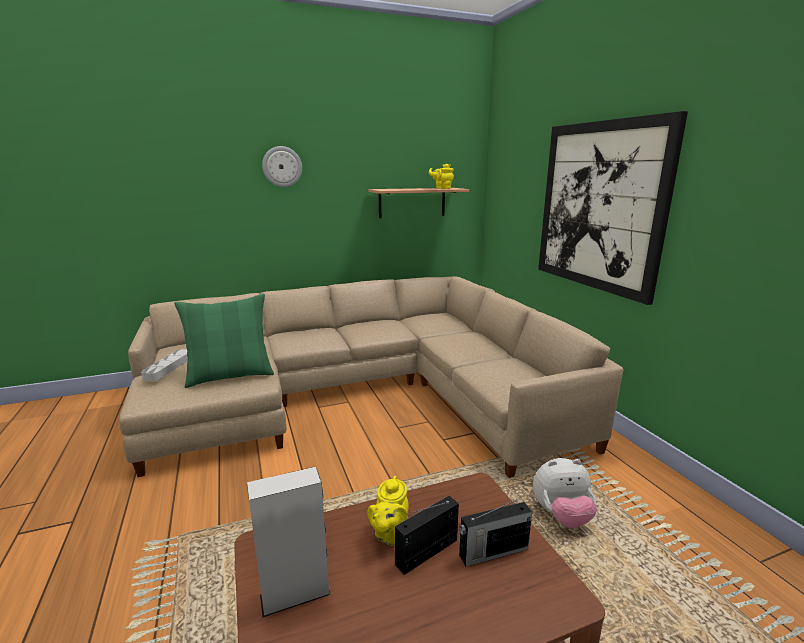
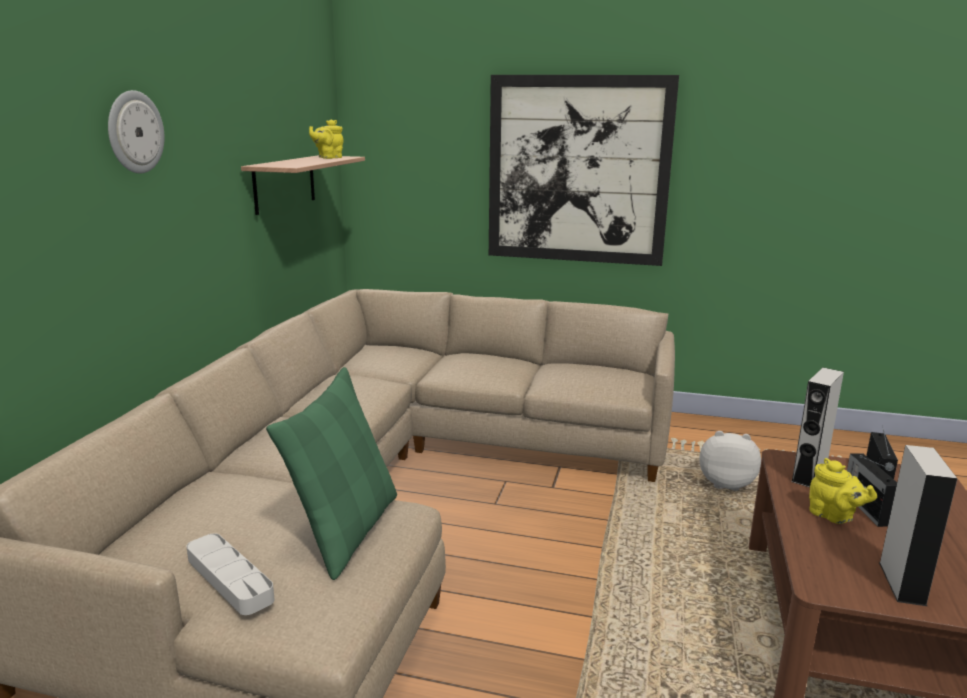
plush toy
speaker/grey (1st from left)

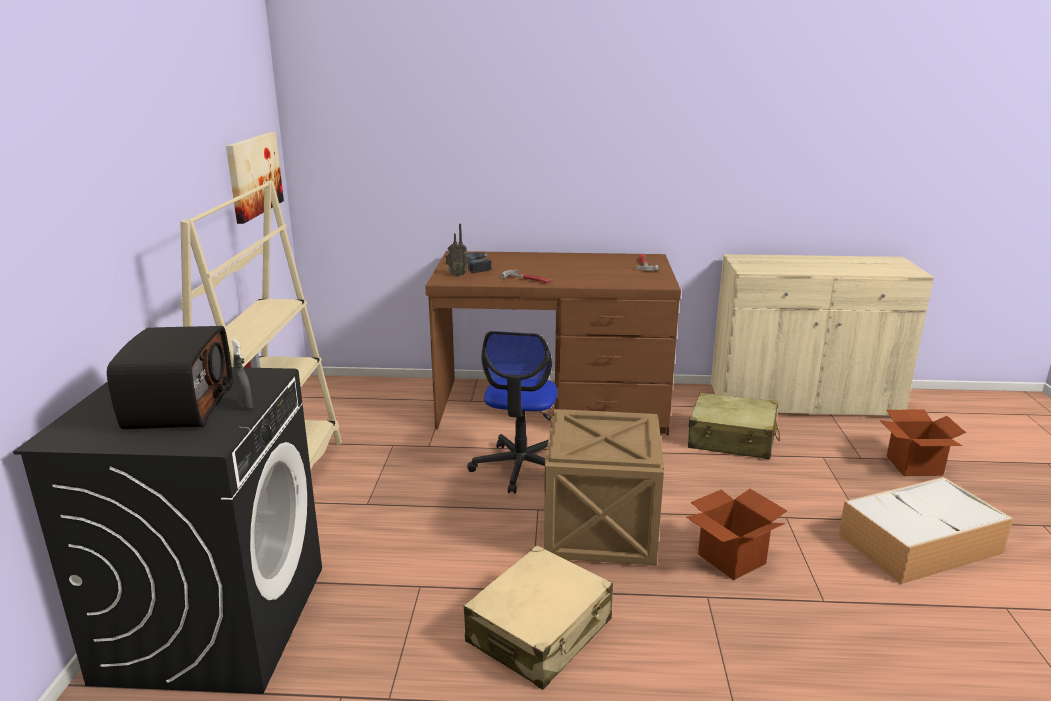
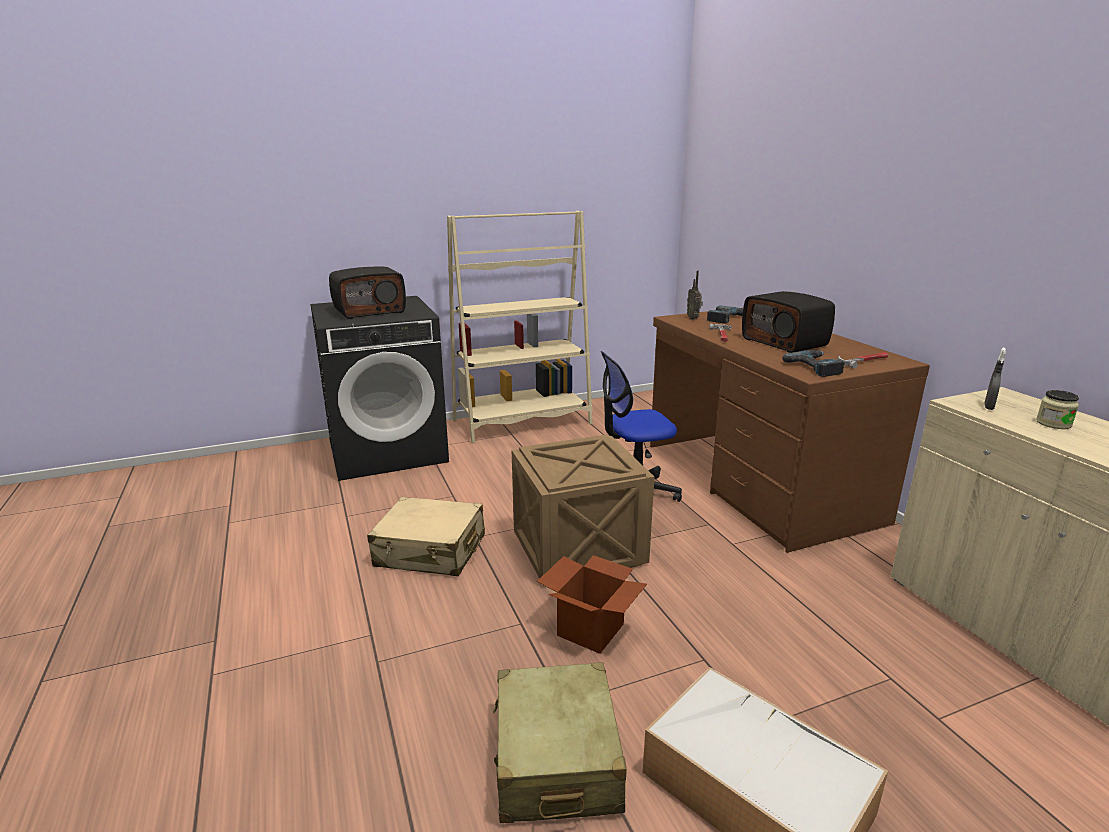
picture
spray bottle/grey
suitcase/beige (2nd from left)
cardboard box (2nd from left in the first image)
radio (3rd from left)
power drill (2nd from left)
jar

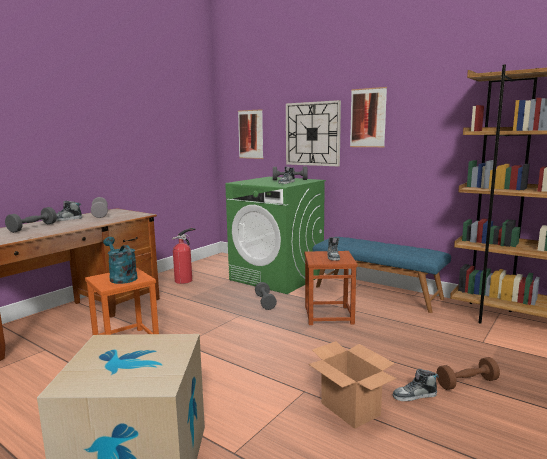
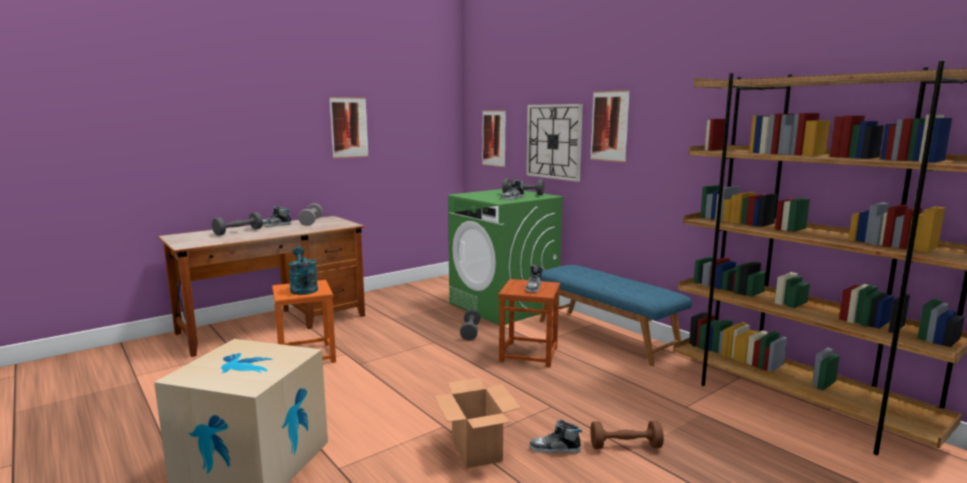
fire extinguisher
picture (1st from left)

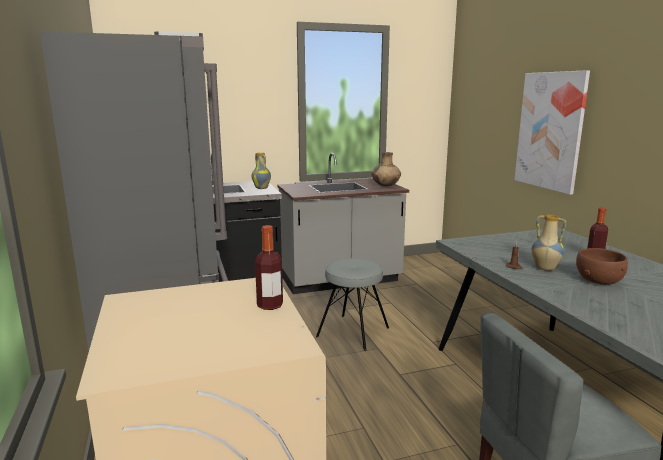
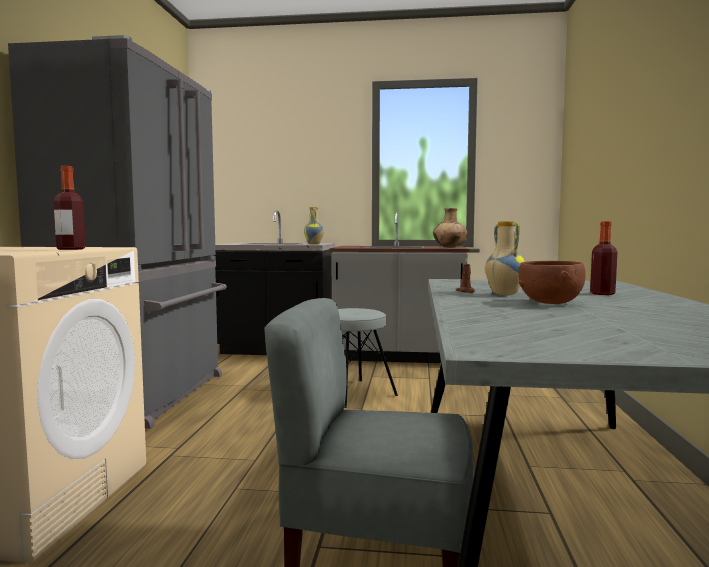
picture

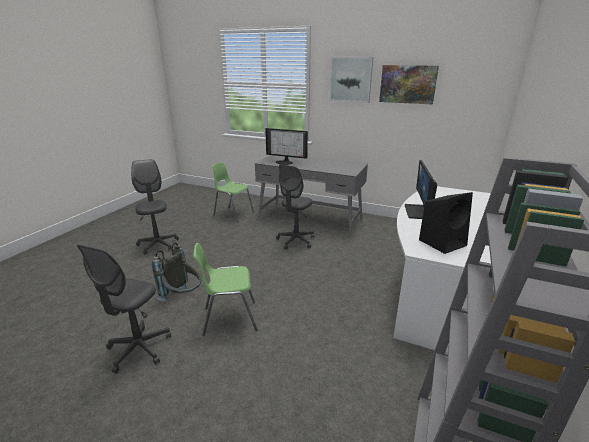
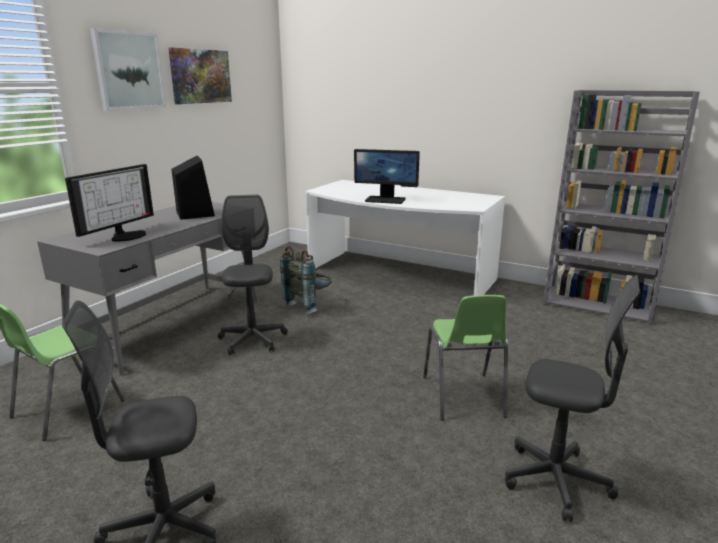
office chair/grey (2nd from left)
speaker/black
backpack/grey

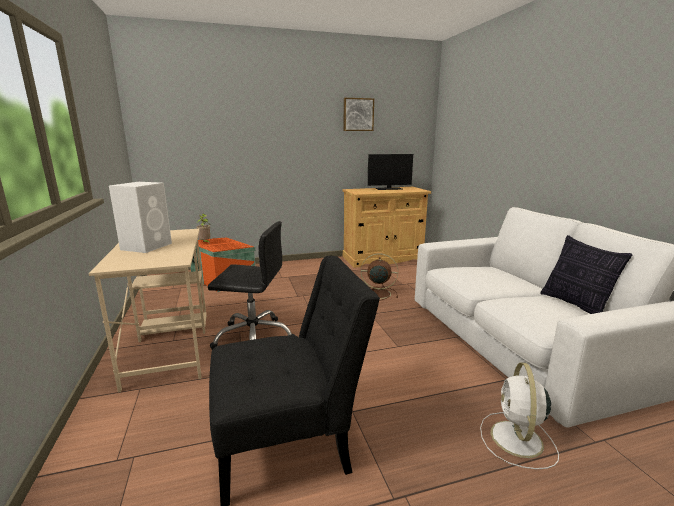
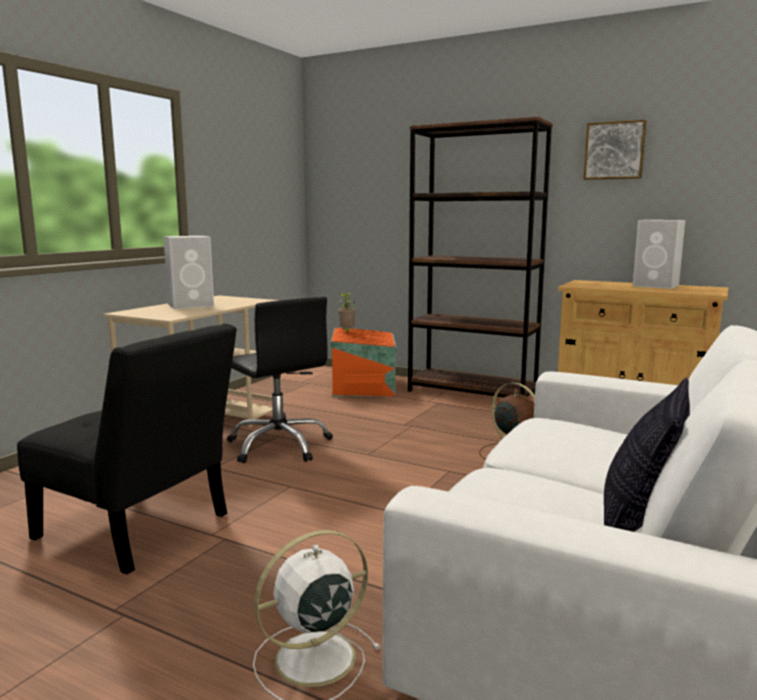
speaker/white (2nd from left)
bookcase/brown

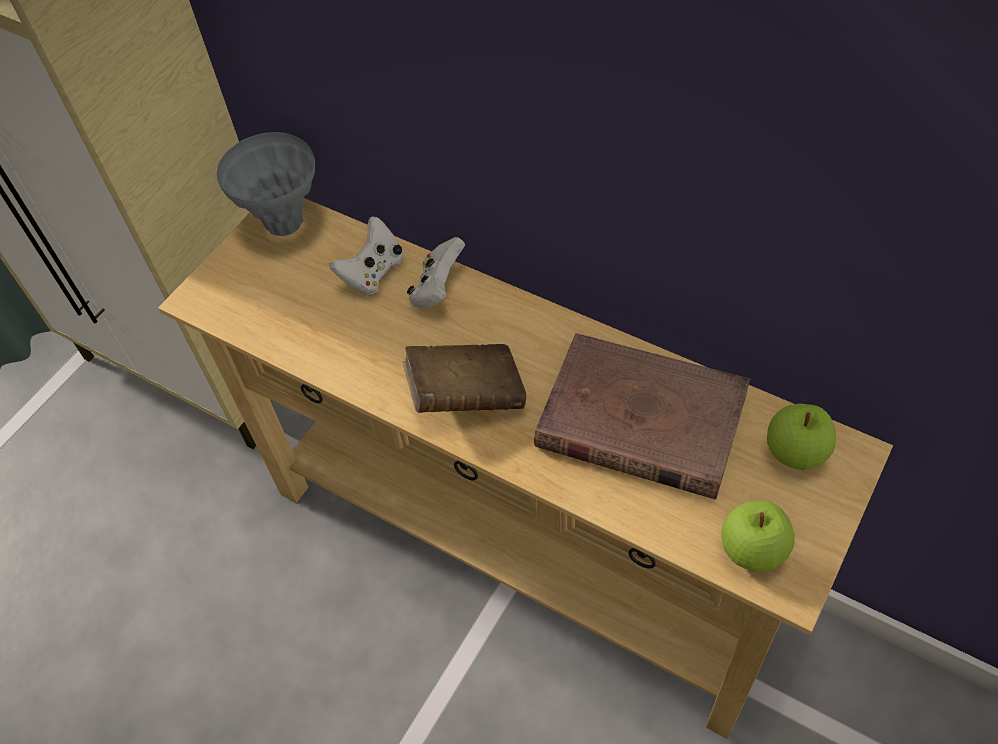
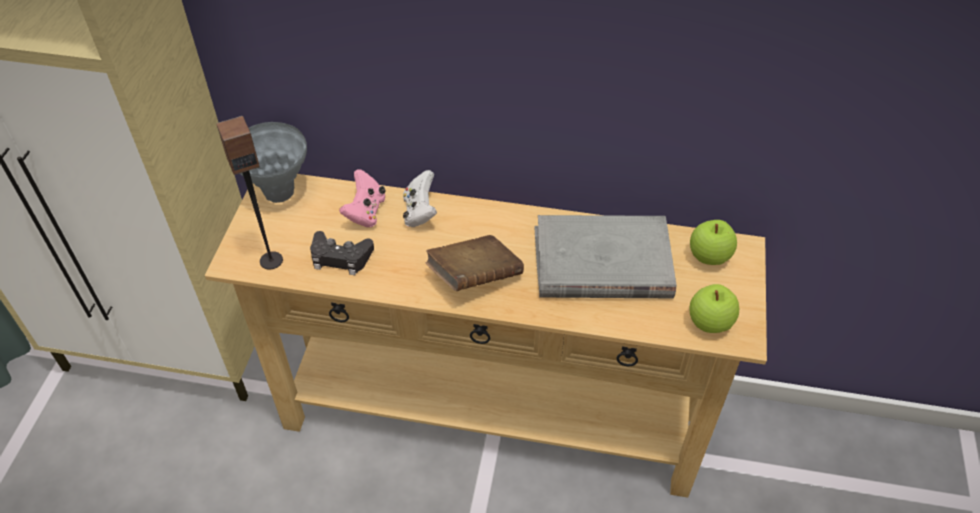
game controller/pink
book/grey
speaker
game controller/black

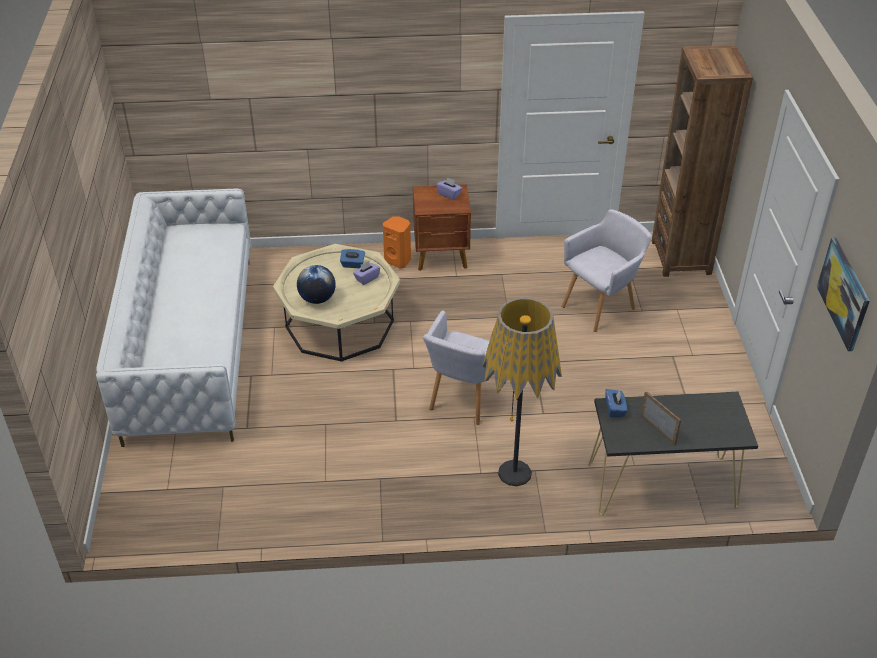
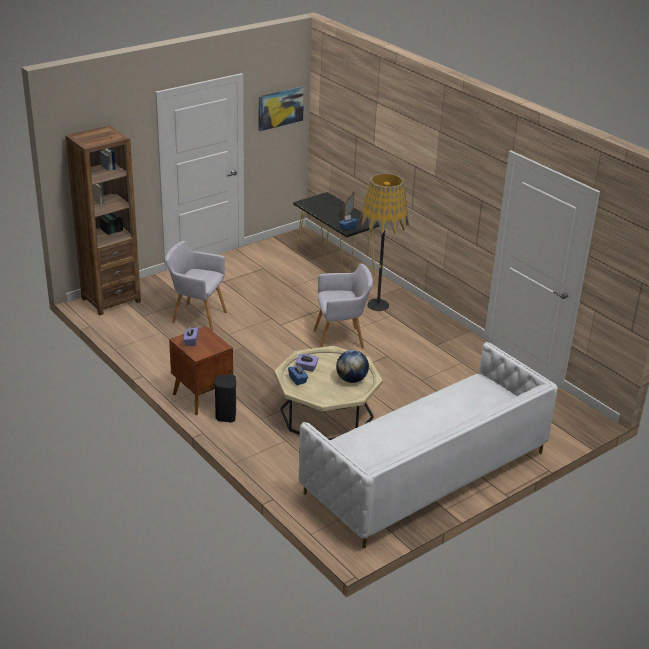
speaker/black

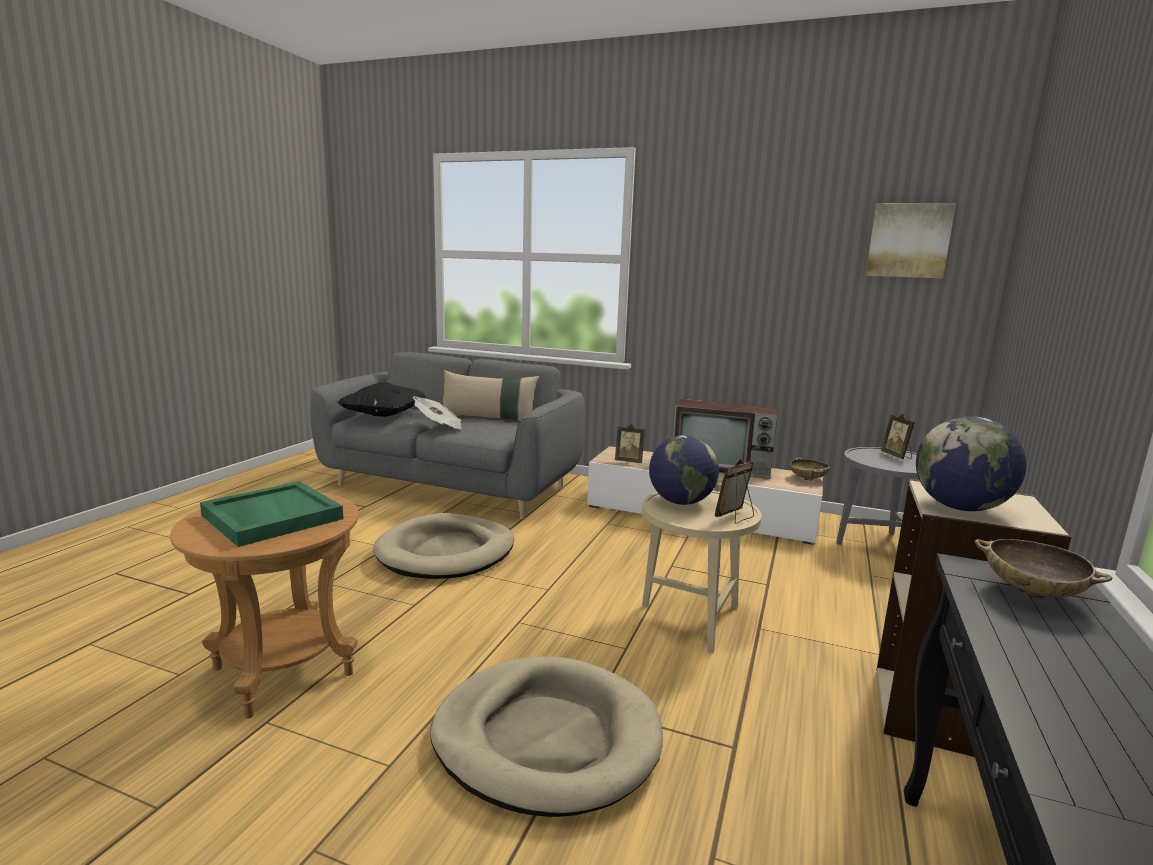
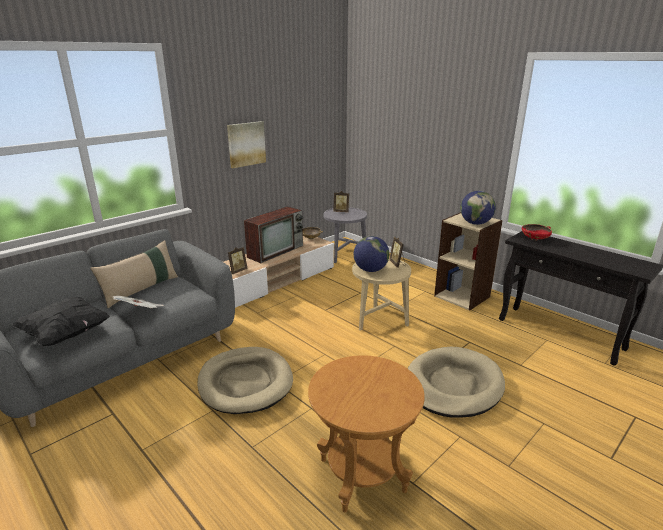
picture
tray/green
bowl/red

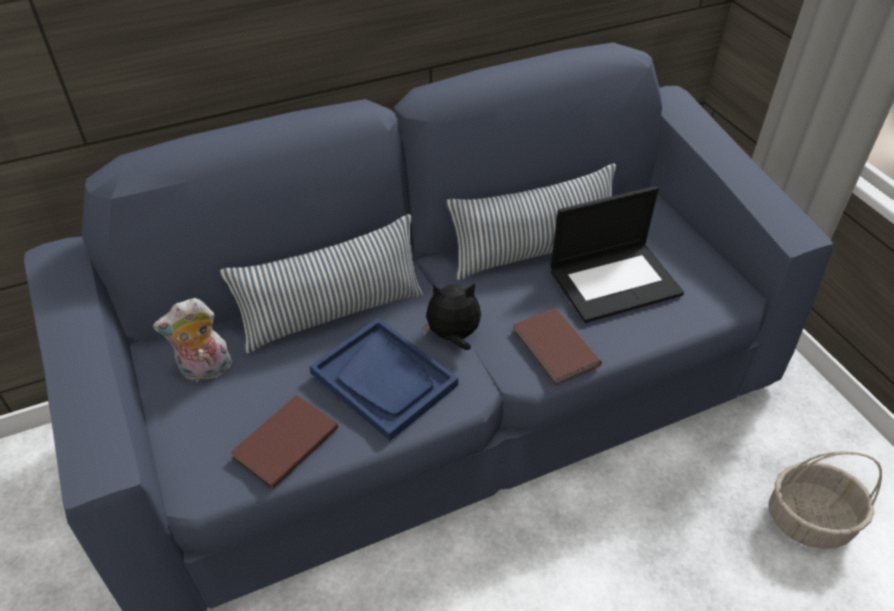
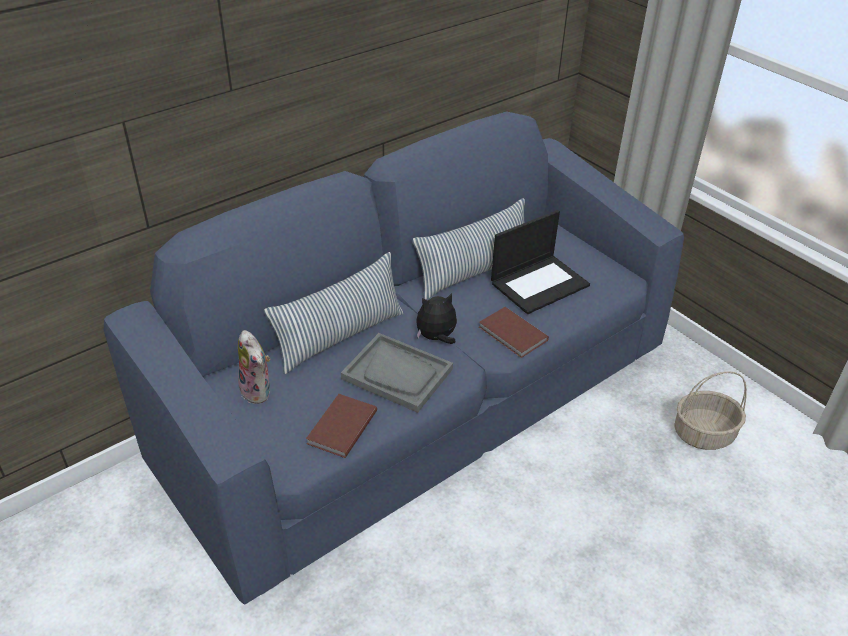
plush toy (1st from left)
tray/grey

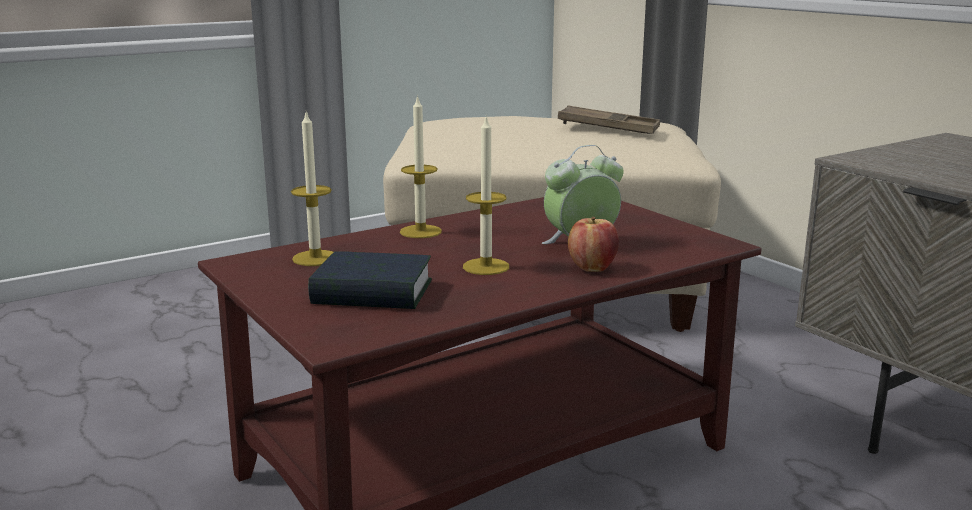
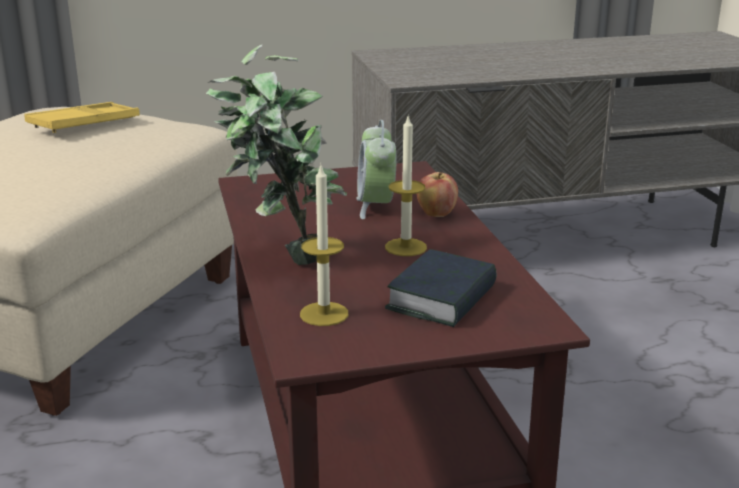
potted plant
tray/yellow

